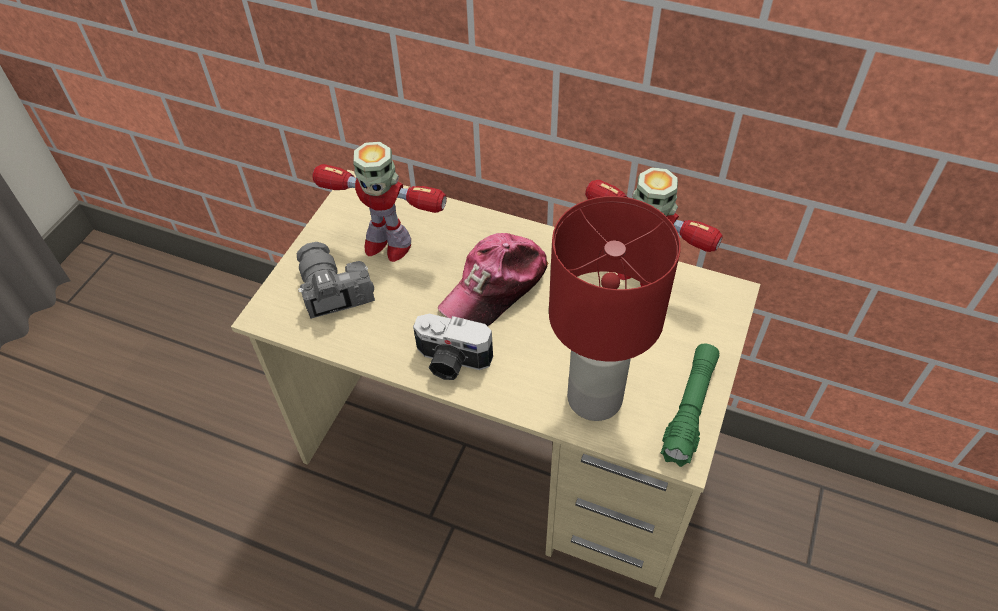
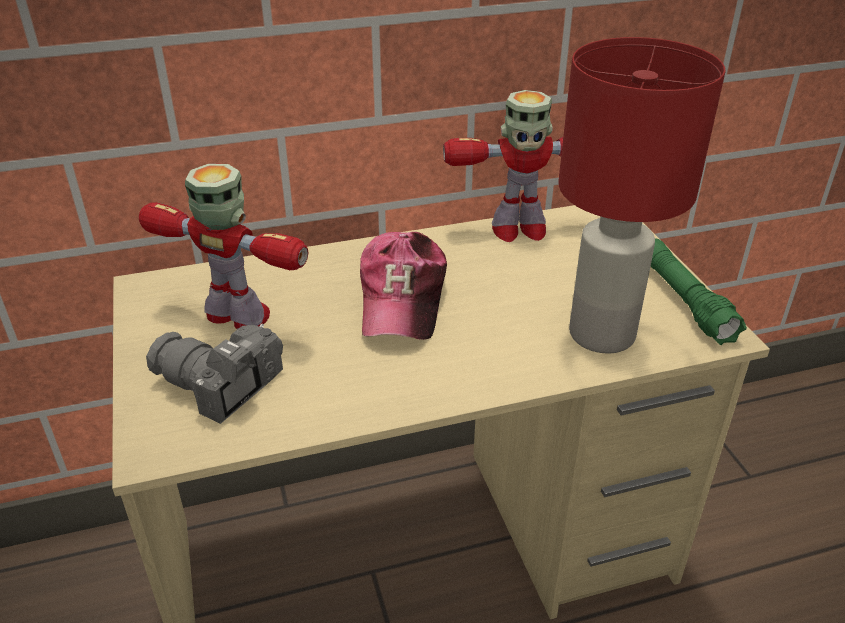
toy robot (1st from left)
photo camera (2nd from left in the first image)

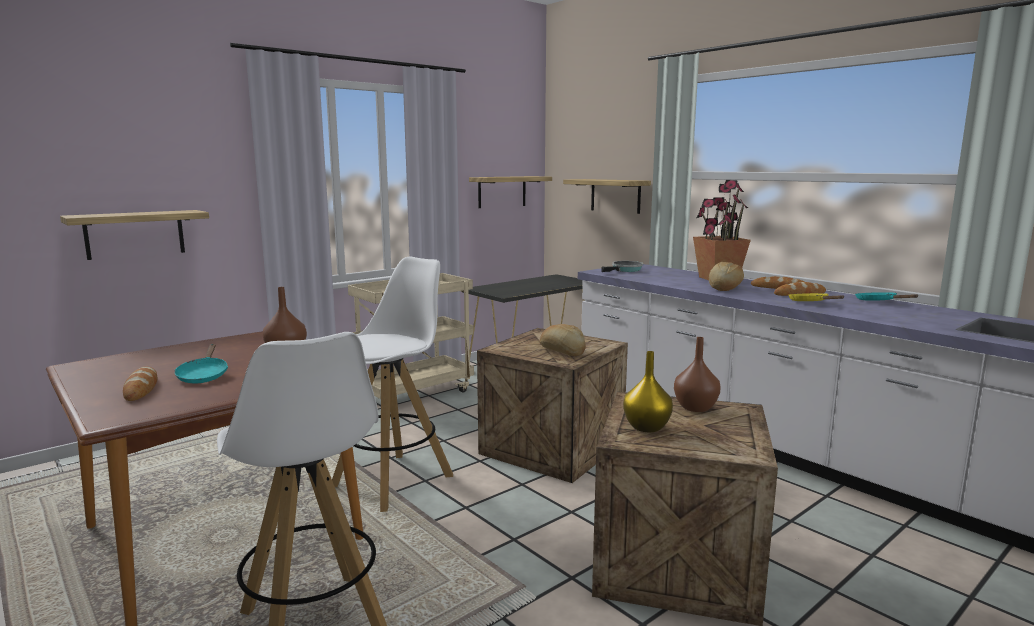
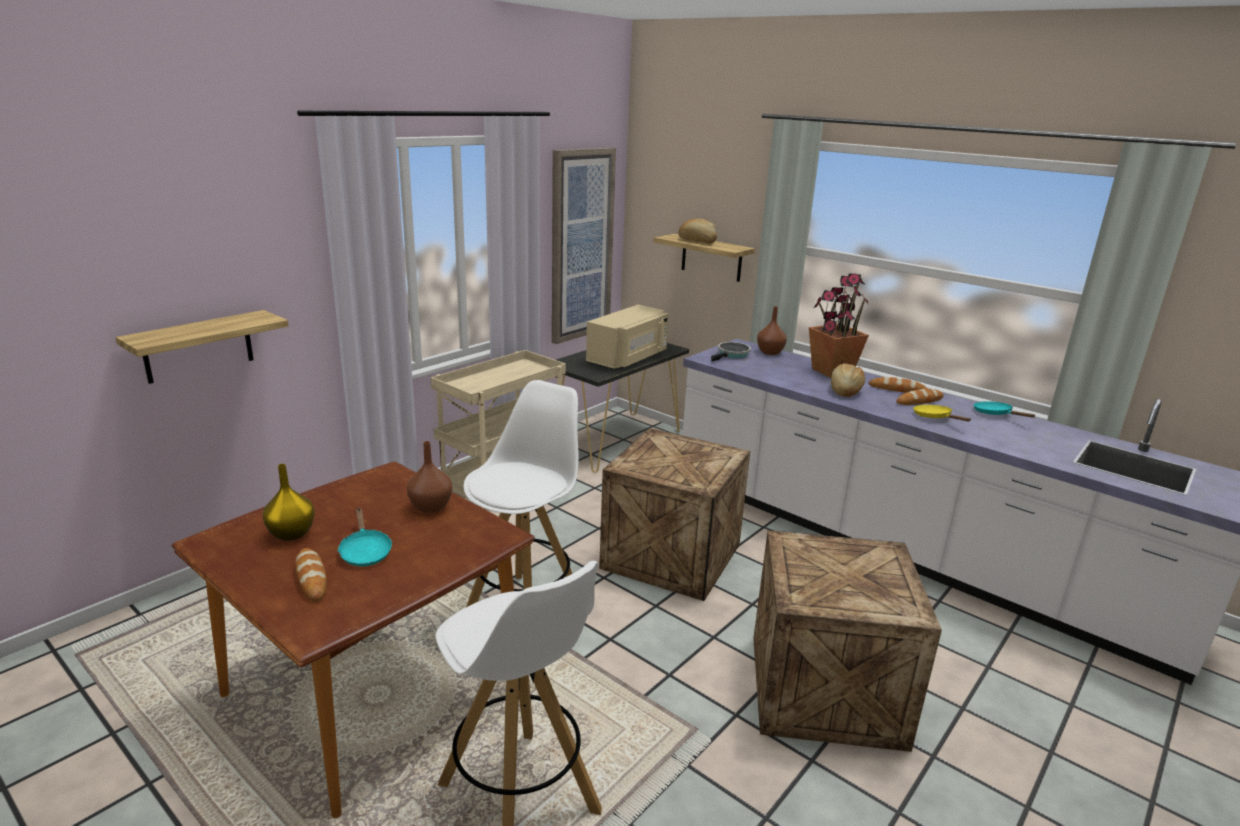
picture
bread (2nd from left)
vase/brown (2nd from left)
vase/yellow
microwave/beige

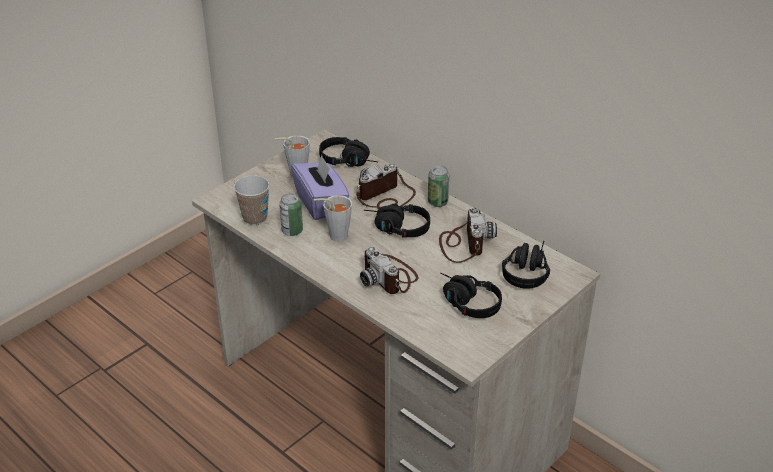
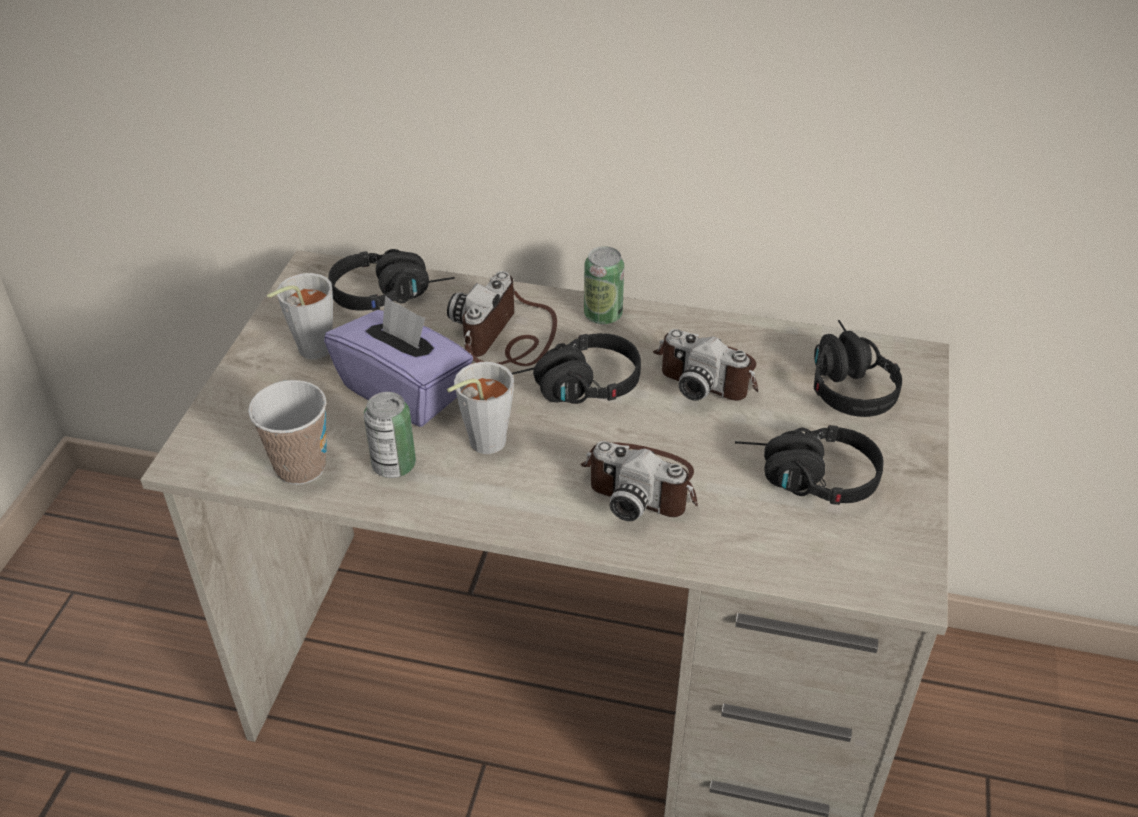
photo camera (3rd from left)

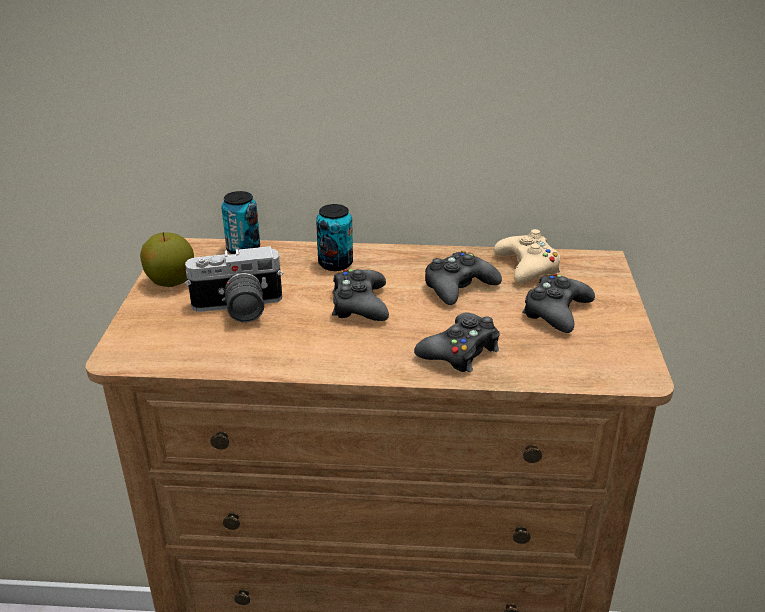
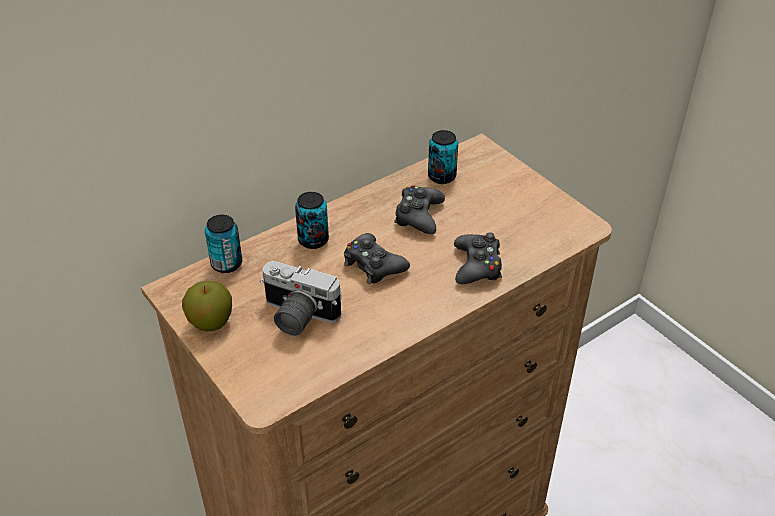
can (3rd from left)
photo camera
game controller/black (4th from left in the first image)

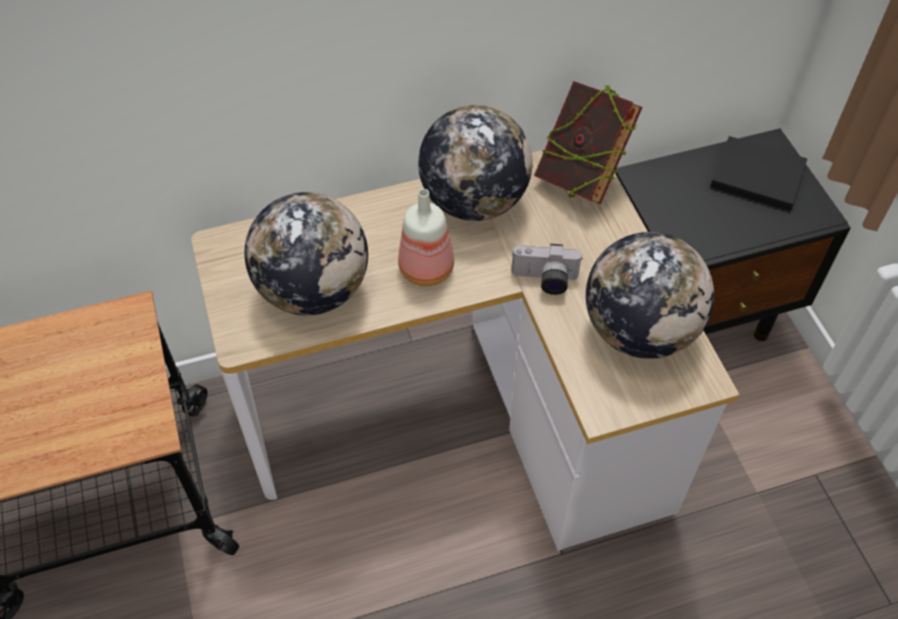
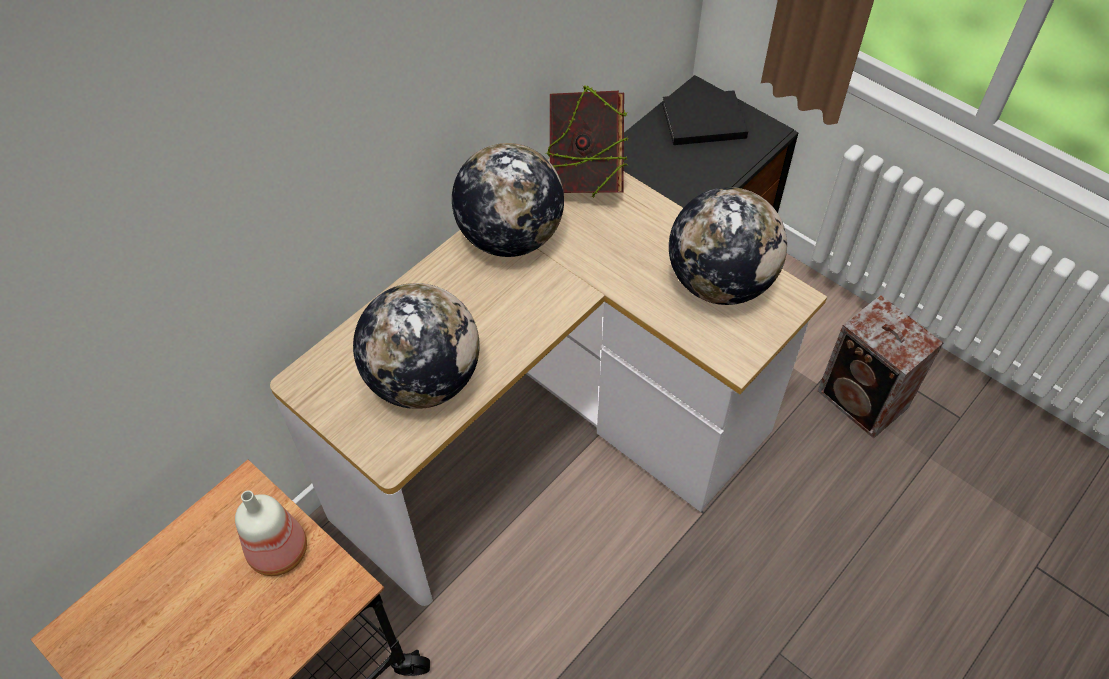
bottle
photo camera
speaker

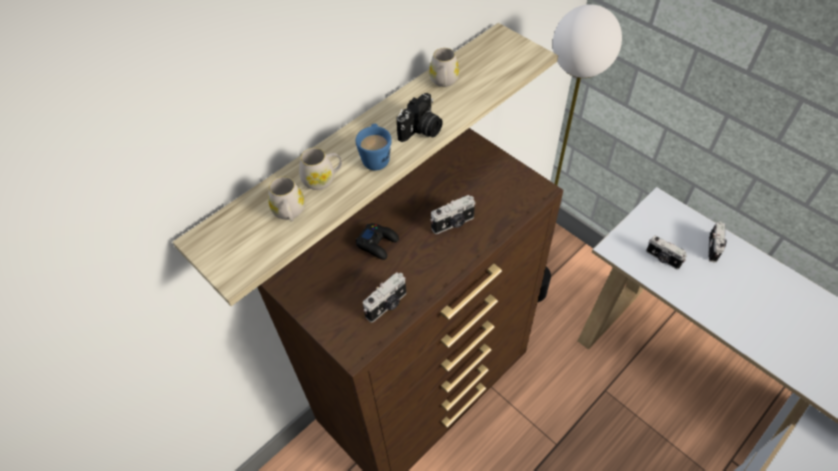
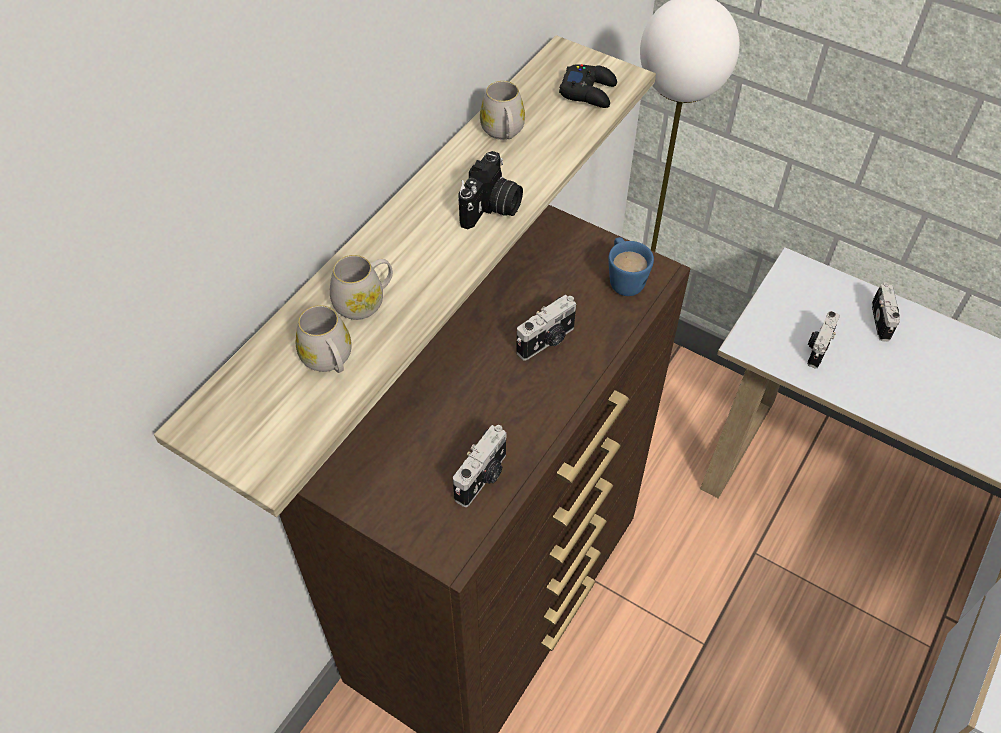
mug/blue
game controller/black
photo camera (4th from left)

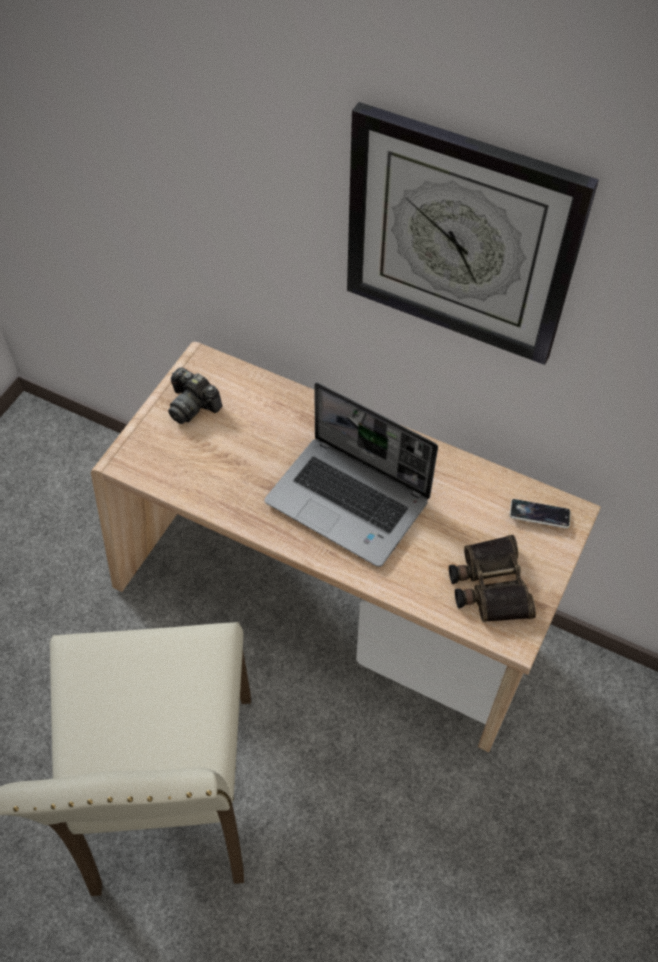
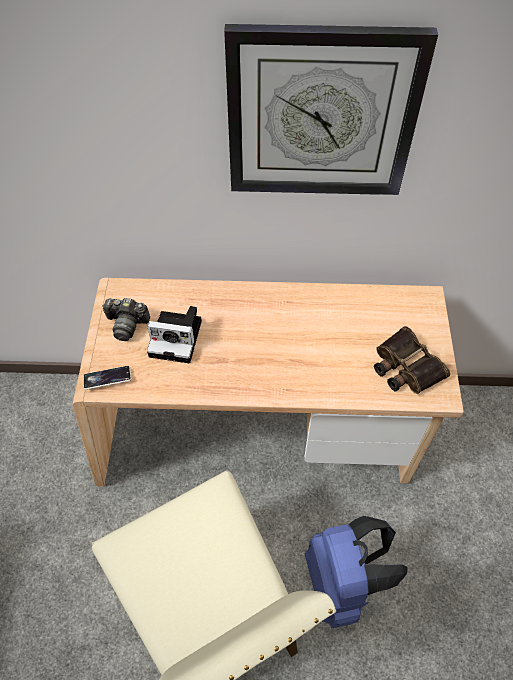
laptop
phone
photo camera (2nd from left)
backpack/blue

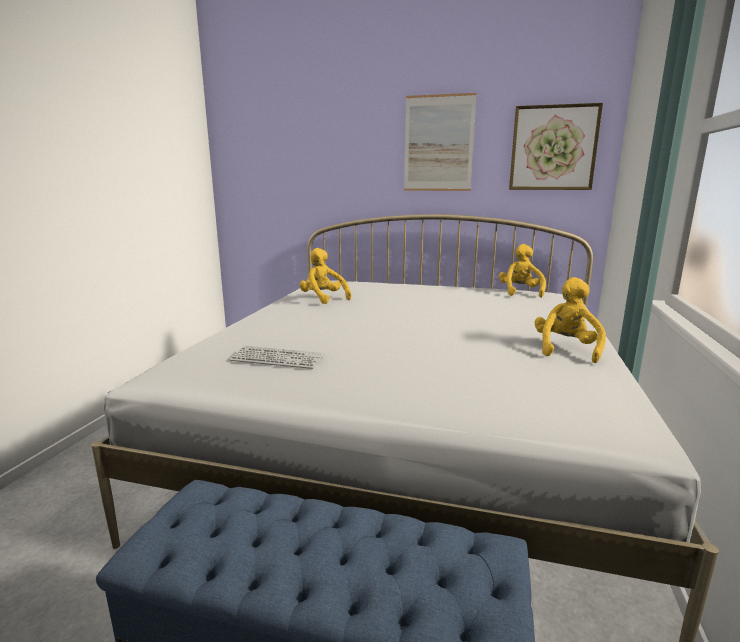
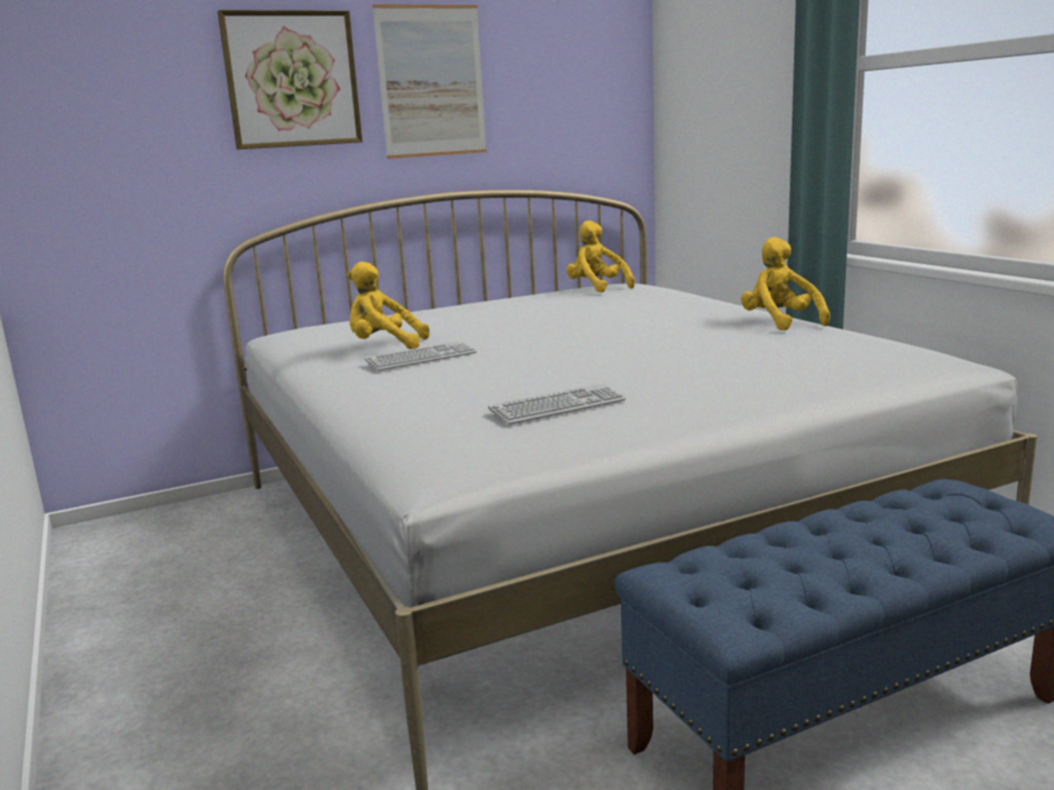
picture (1st from left)
keyboard (1st from left)

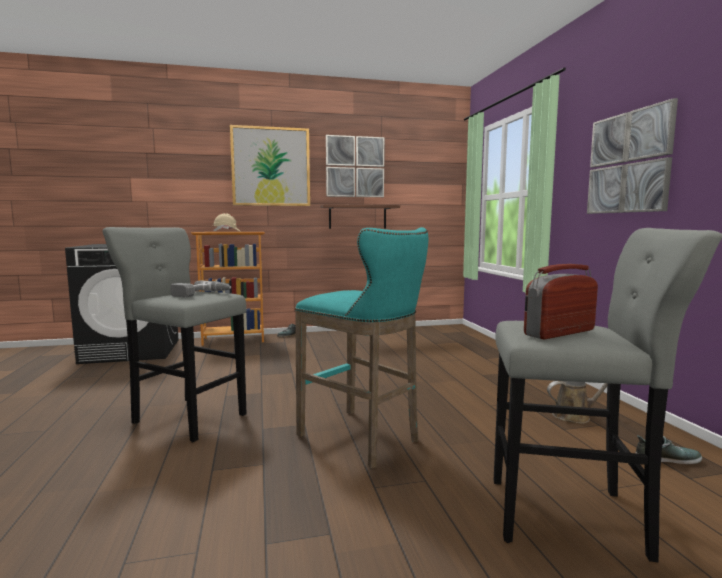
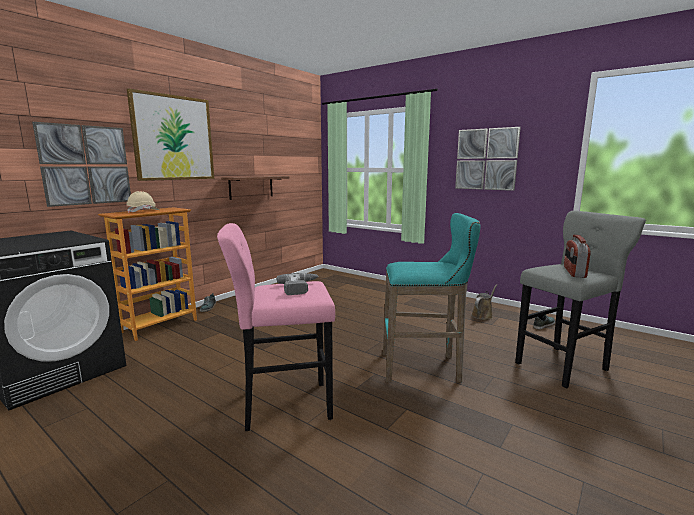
picture (1st from left)
stool/pink

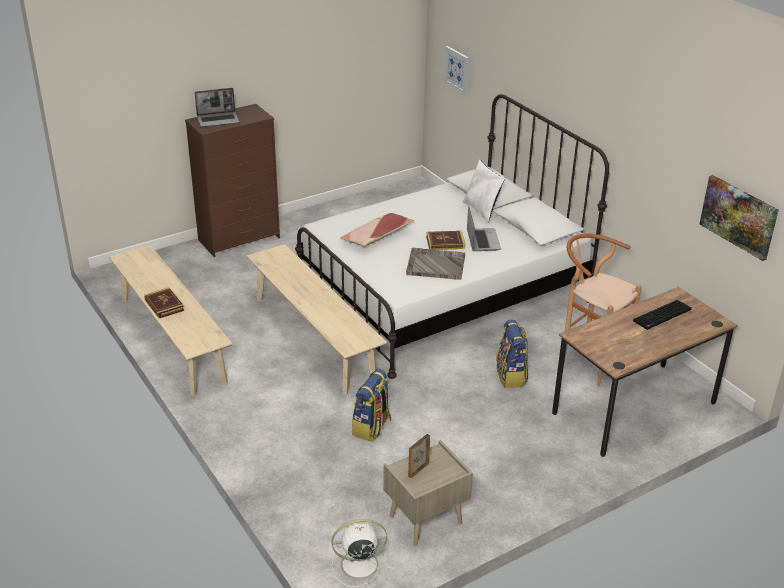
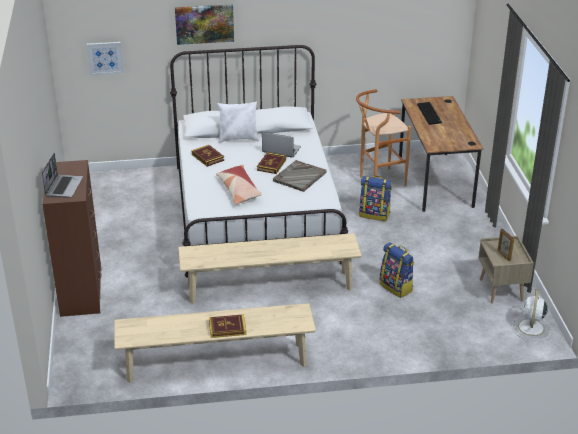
picture (2nd from left)
book (1st from left)

